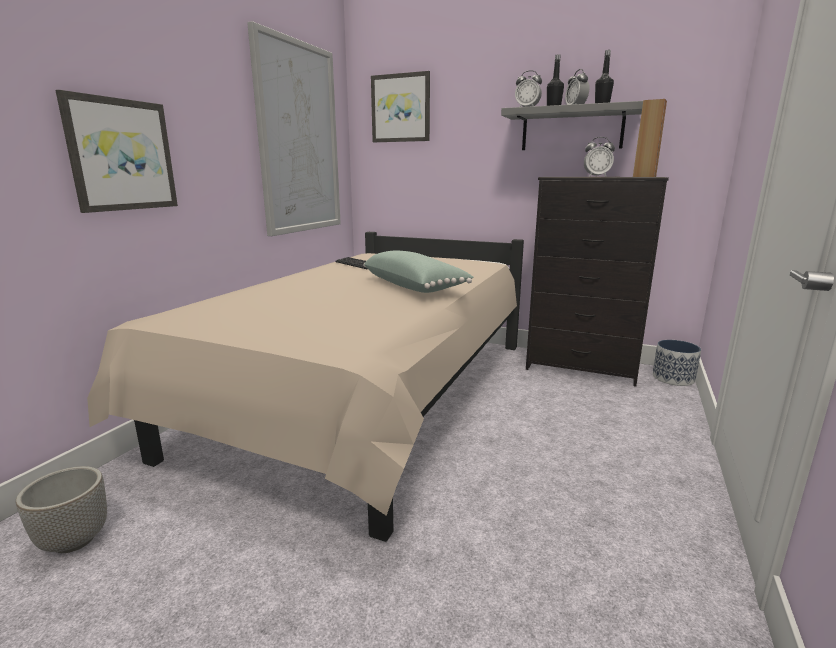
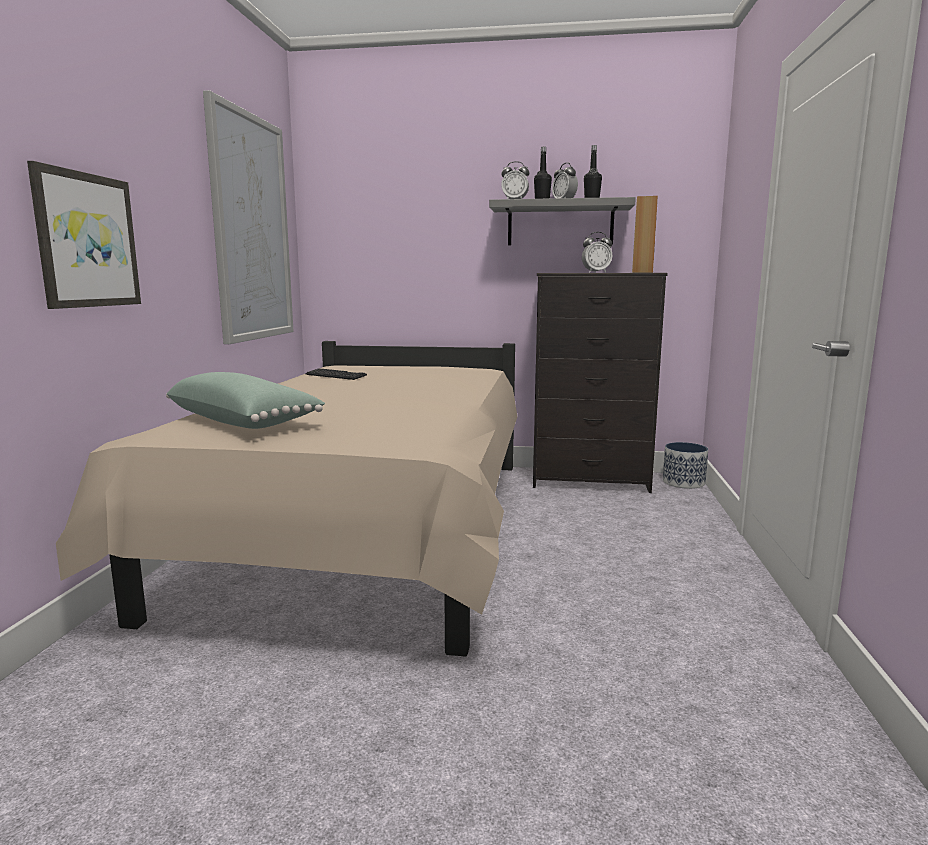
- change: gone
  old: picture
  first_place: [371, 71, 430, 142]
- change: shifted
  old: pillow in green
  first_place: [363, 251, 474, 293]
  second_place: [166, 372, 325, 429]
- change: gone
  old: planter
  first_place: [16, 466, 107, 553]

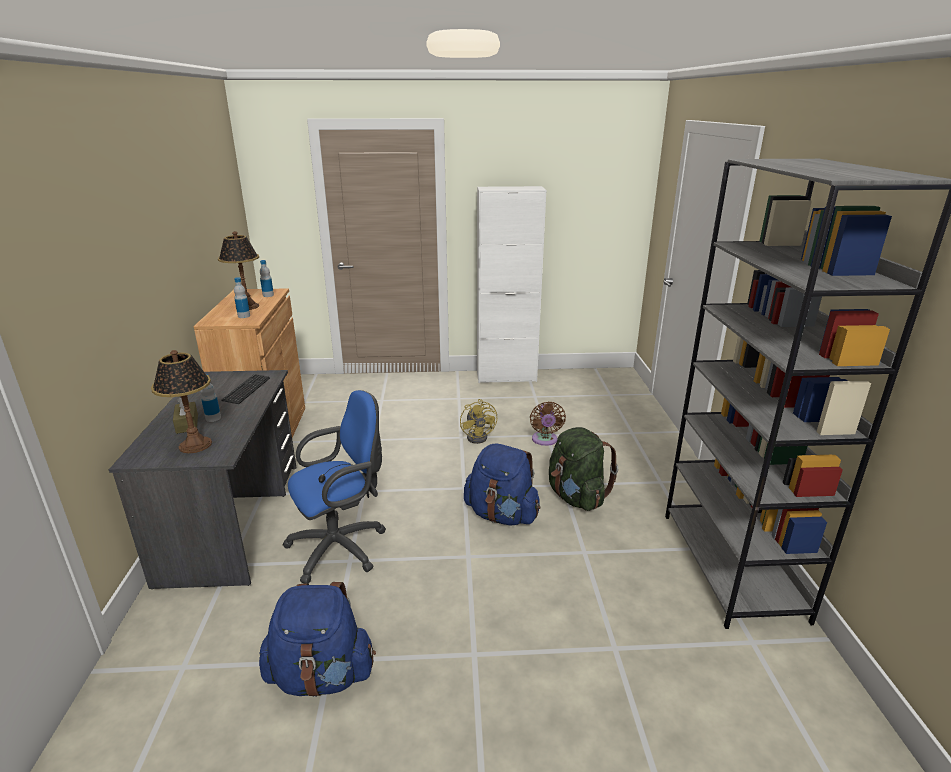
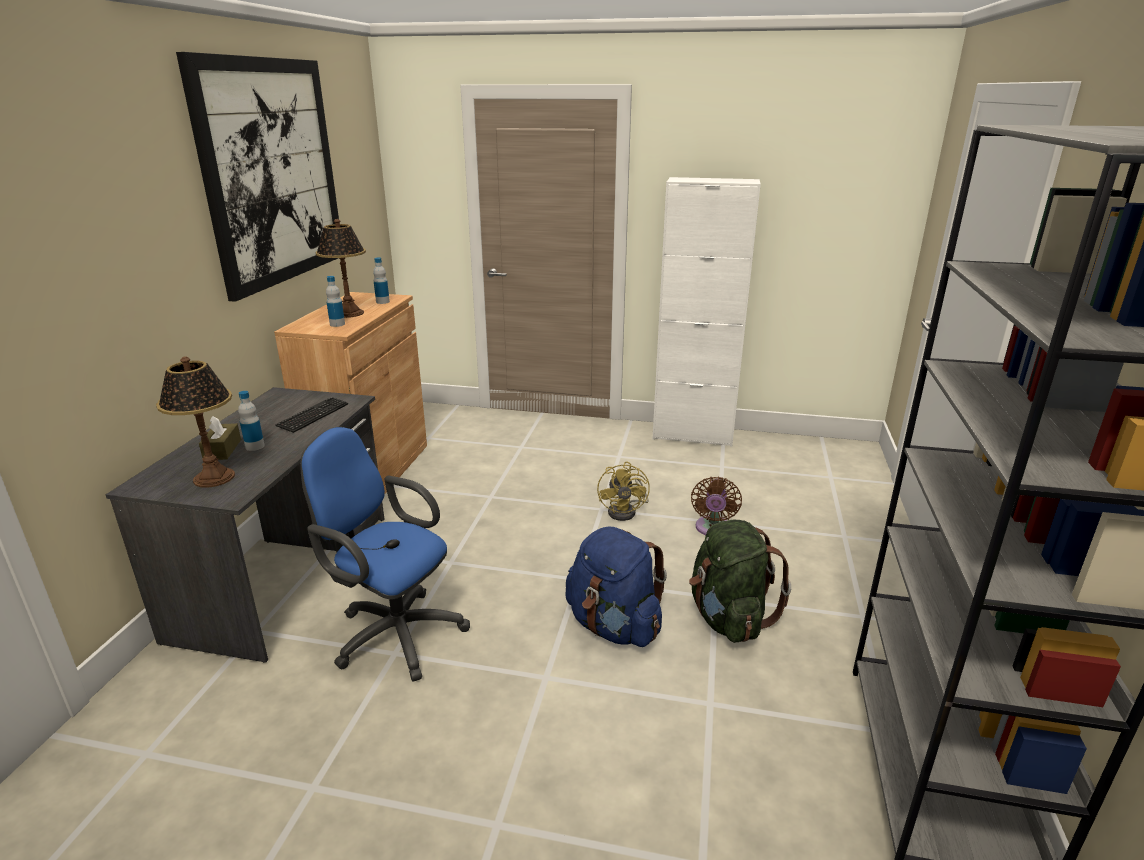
- change: rotated
  old: office chair in blue
  first_place: [282, 390, 386, 584]
  second_place: [300, 427, 470, 682]
  degrees: -135
- change: gone
  old: backpack in blue
  first_place: [259, 582, 376, 697]
- change: new
  new: picture
  second_place: [176, 52, 339, 302]

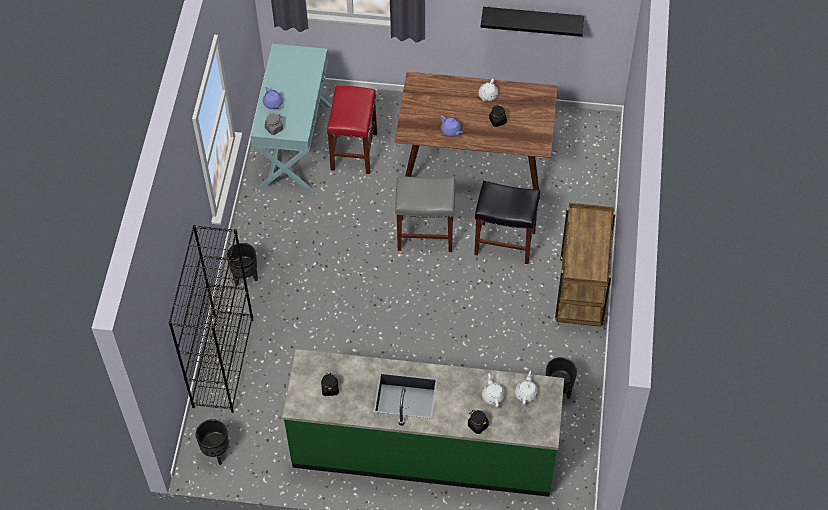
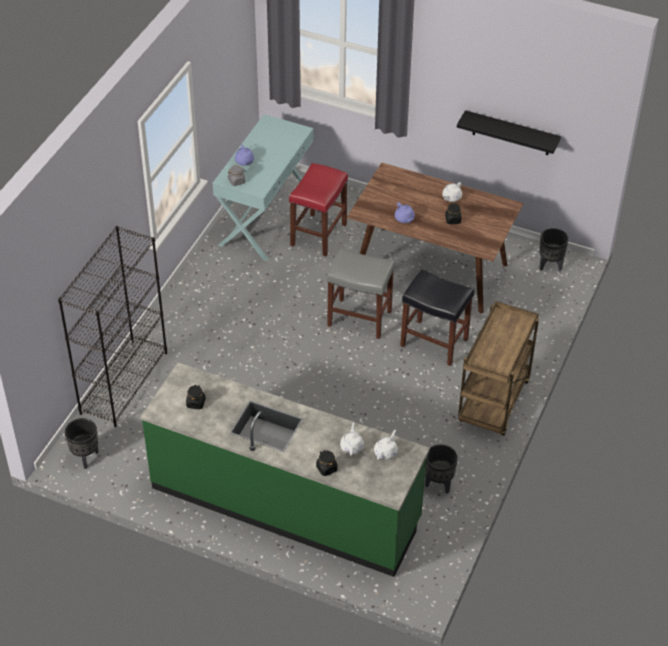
- change: shifted
  old: planter in black
  first_place: [227, 243, 258, 285]
  second_place: [539, 228, 569, 271]

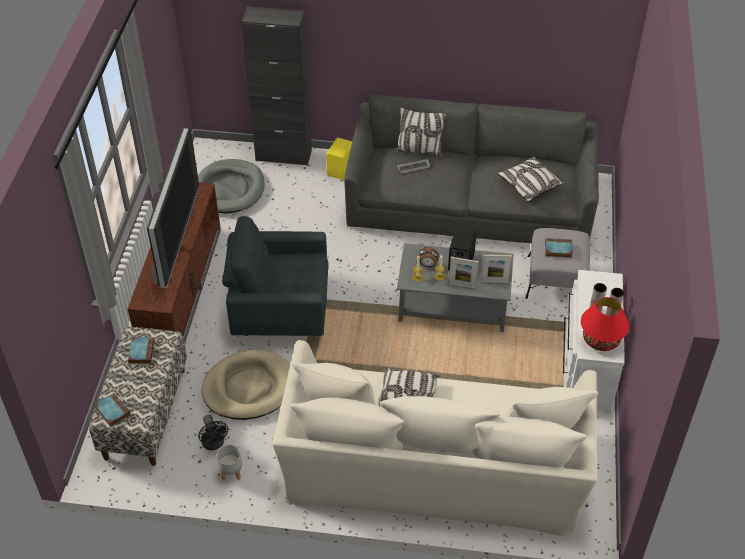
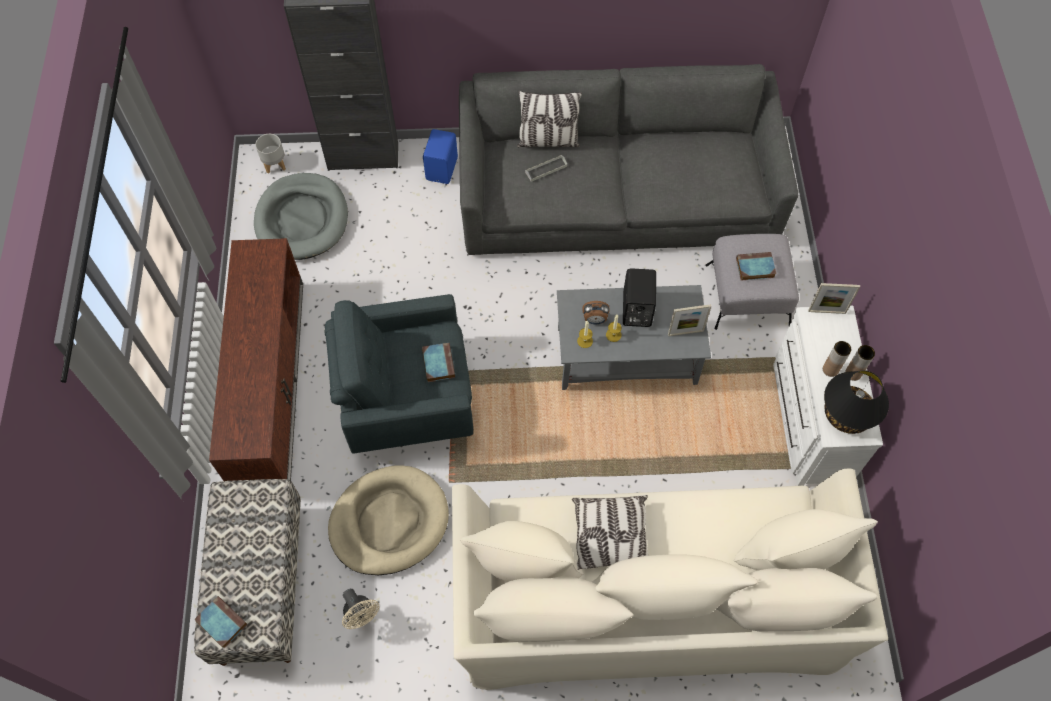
- change: gone
  old: television
  first_place: [147, 127, 199, 288]
- change: repainted
  old: speaker in yellow
  new: speaker in blue
  first_place: [326, 138, 352, 180]
  second_place: [423, 129, 458, 184]
- change: gone
  old: pillow
  first_place: [497, 156, 564, 202]
- change: shifted
  old: picture frame
  first_place: [449, 257, 479, 289]
  second_place: [808, 283, 860, 314]
- change: repainted
  old: table lamp in red
  new: table lamp in black
  first_place: [581, 297, 629, 351]
  second_place: [824, 370, 889, 434]
- change: shifted
  old: book
  first_place: [128, 337, 154, 364]
  second_place: [422, 343, 455, 382]
- change: repainted
  old: fan in black
  new: fan in beige
  first_place: [198, 415, 228, 450]
  second_place: [342, 589, 379, 629]
- change: shifted
  old: planter in grey
  first_place: [216, 444, 242, 481]
  second_place: [255, 134, 286, 174]

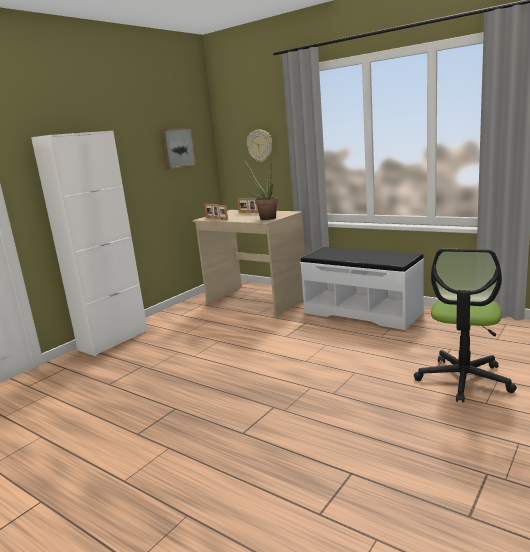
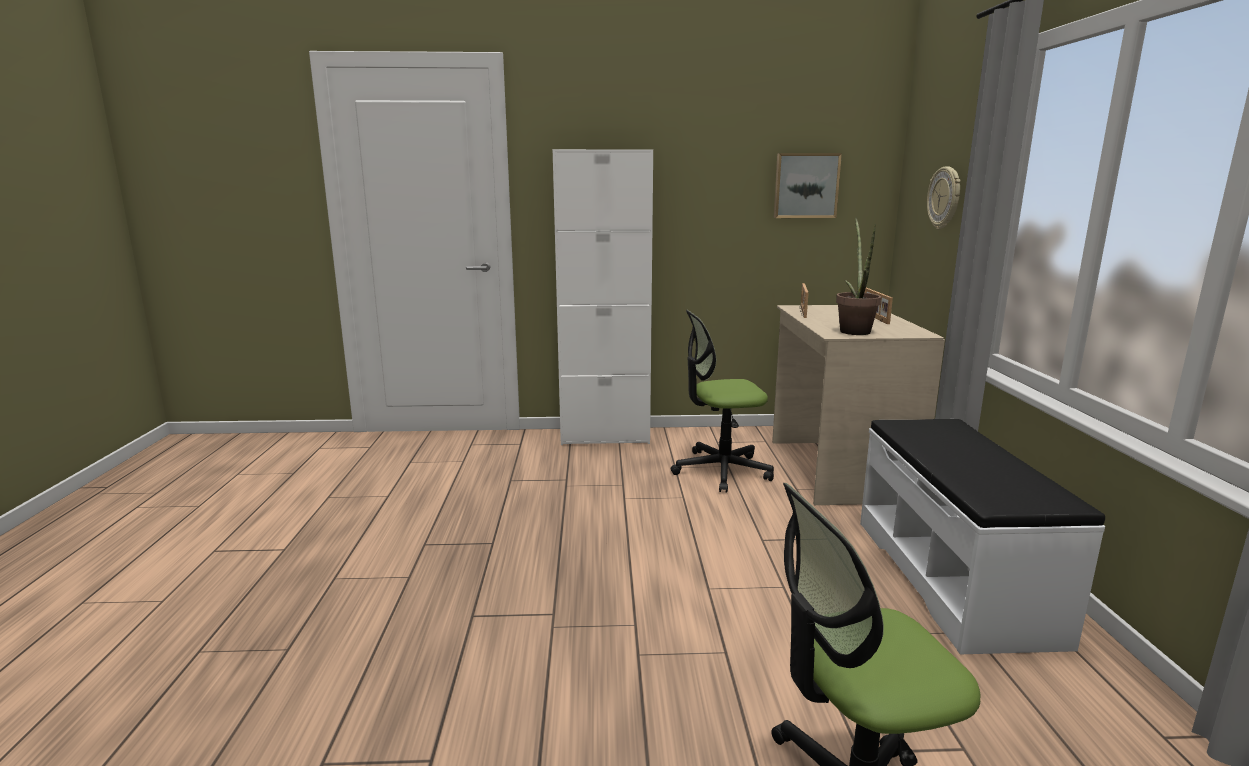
- change: new
  new: office chair
  second_place: [671, 310, 774, 493]

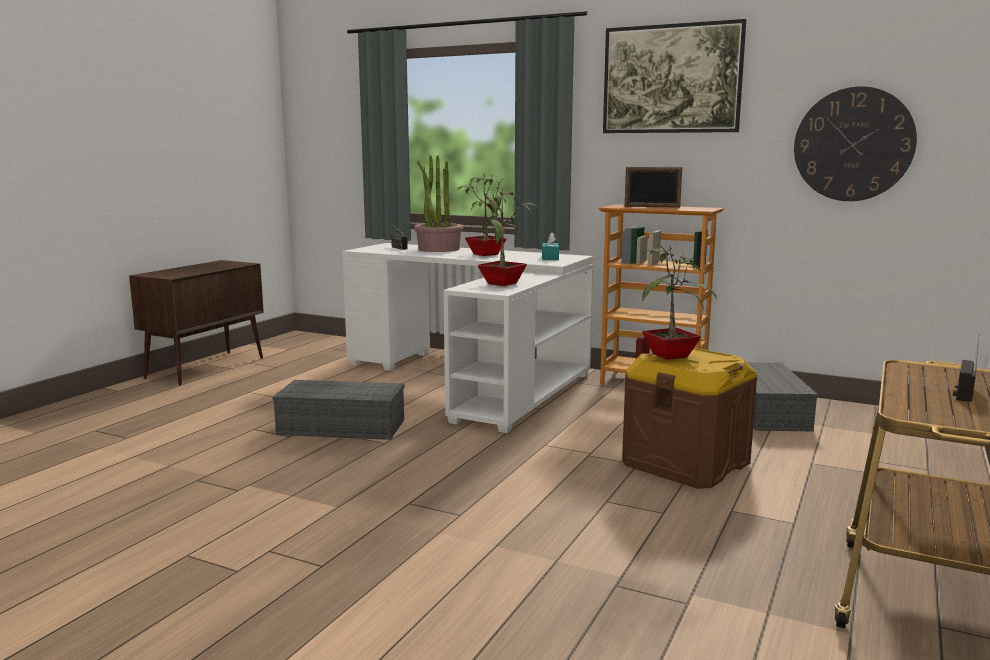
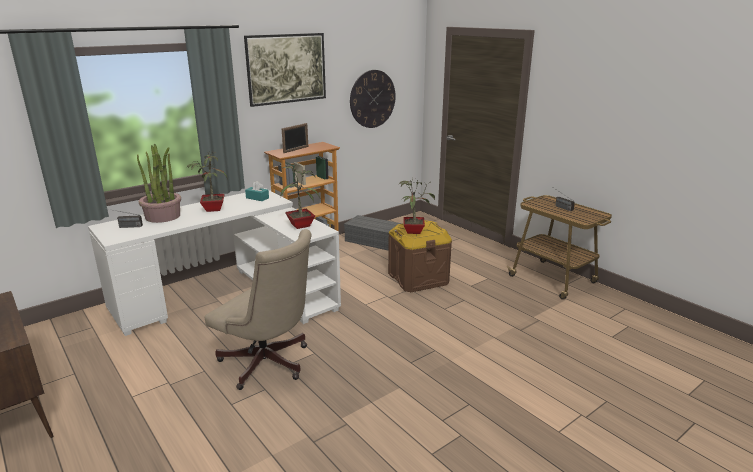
- change: swapped
  old: storage box in grey
  new: office chair in beige
  first_place: [272, 380, 404, 440]
  second_place: [204, 229, 312, 390]

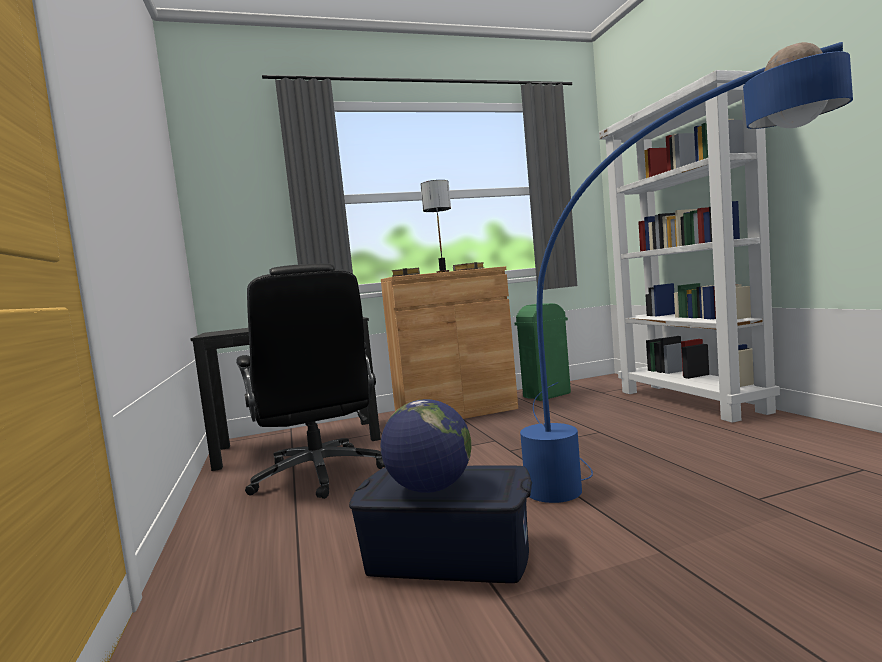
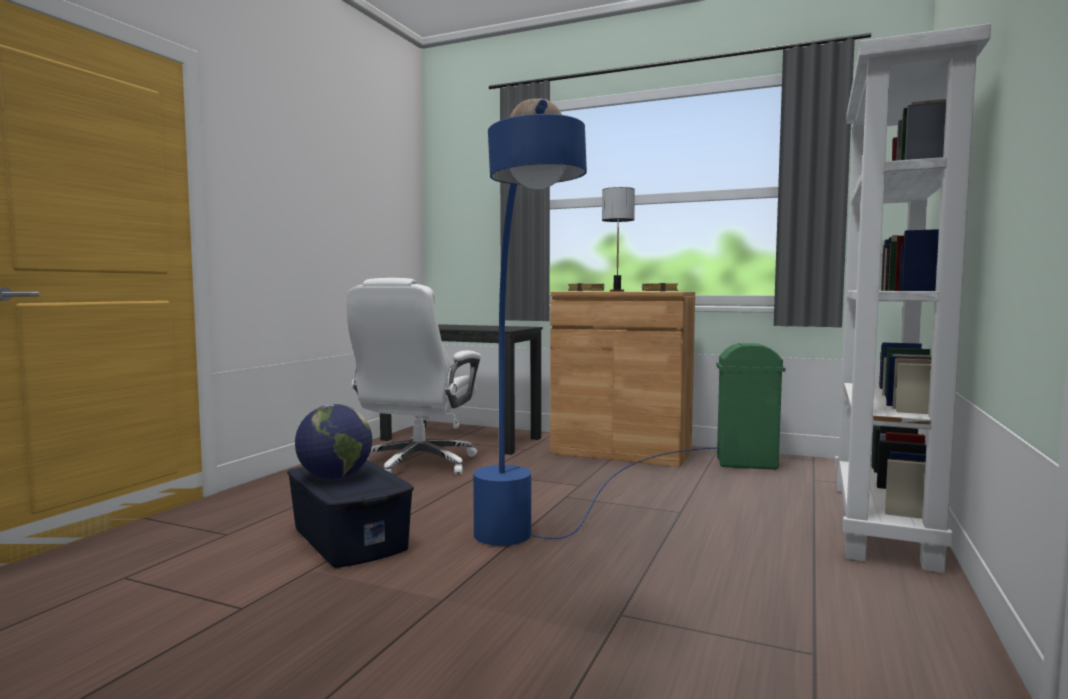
- change: repainted
  old: office chair in black
  new: office chair in white
  first_place: [236, 263, 385, 499]
  second_place: [347, 278, 481, 475]

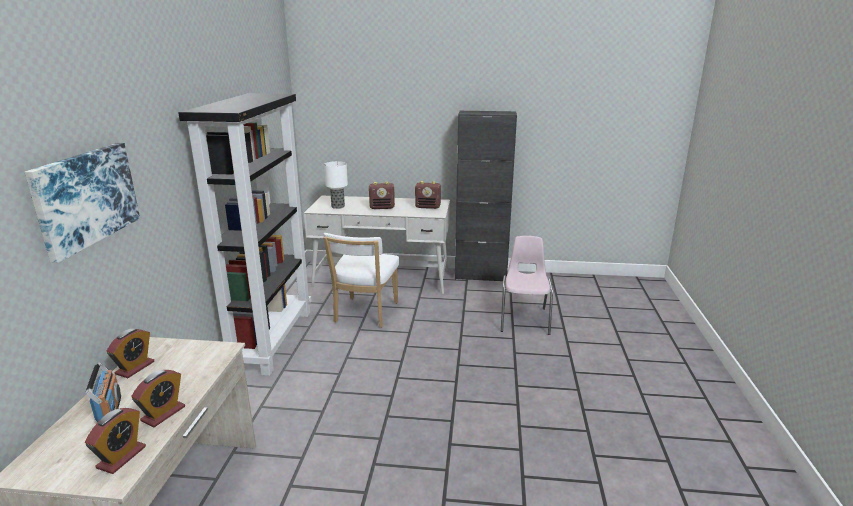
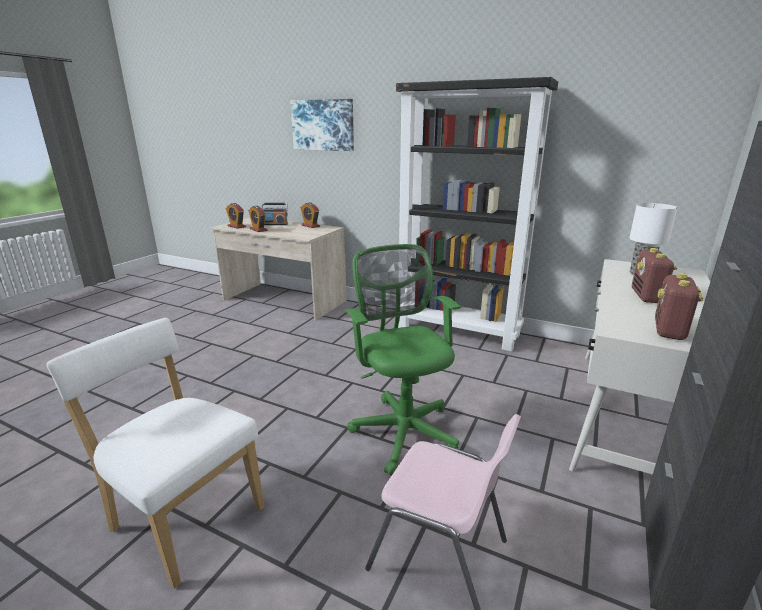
- change: shifted
  old: chair in white
  first_place: [323, 233, 399, 328]
  second_place: [46, 318, 264, 589]
- change: new
  new: office chair in green
  second_place: [345, 244, 461, 476]

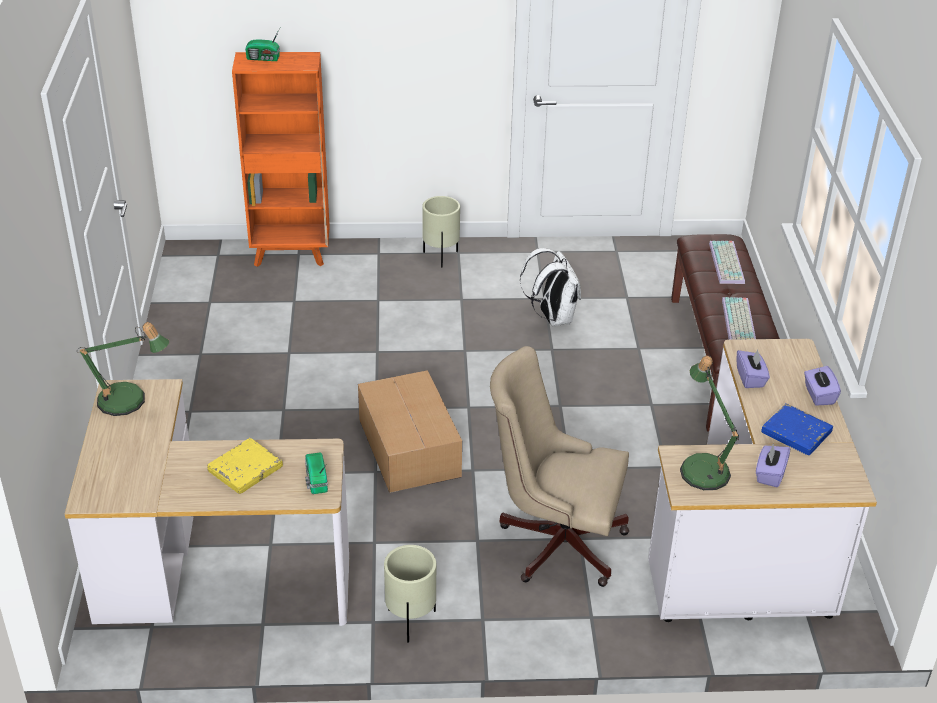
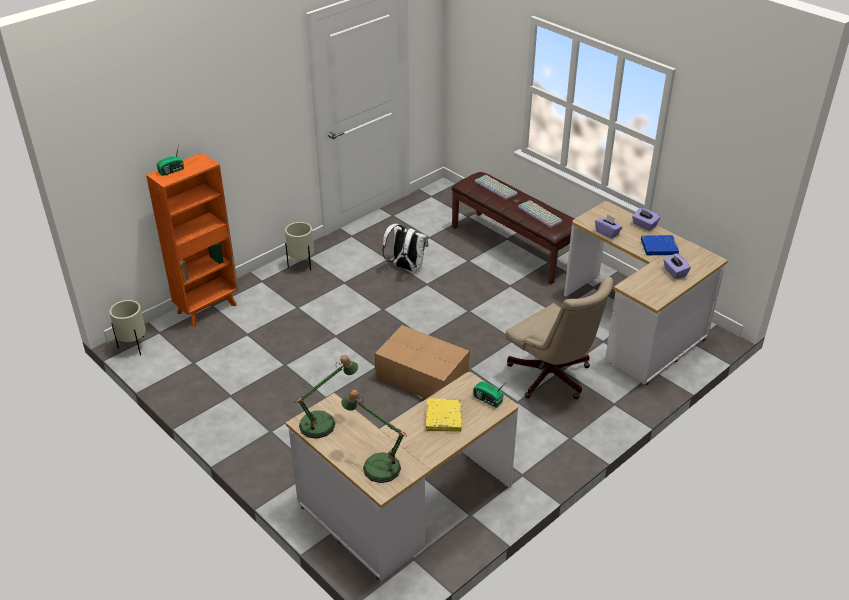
- change: rotated
  old: office chair in beige
  first_place: [490, 346, 629, 587]
  second_place: [506, 276, 613, 399]
  degrees: -105
- change: shifted
  old: table lamp
  first_place: [680, 356, 739, 490]
  second_place: [341, 389, 407, 483]
- change: shifted
  old: planter in beige
  first_place: [384, 545, 436, 643]
  second_place: [109, 300, 146, 356]

